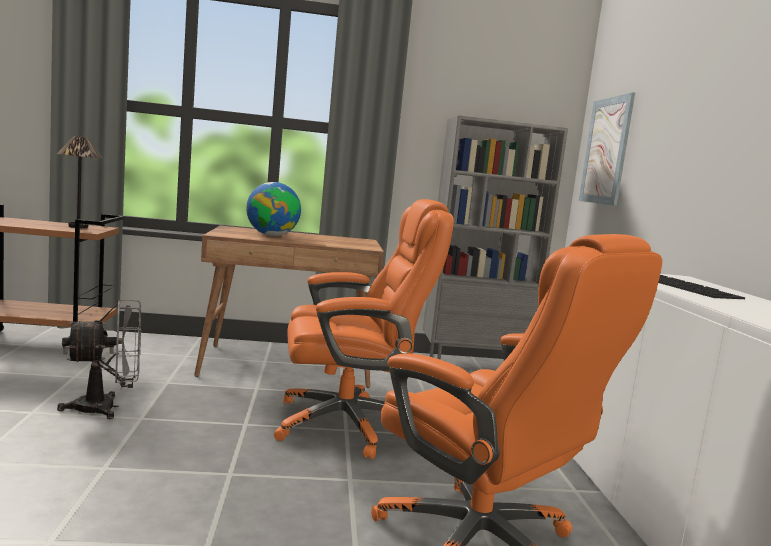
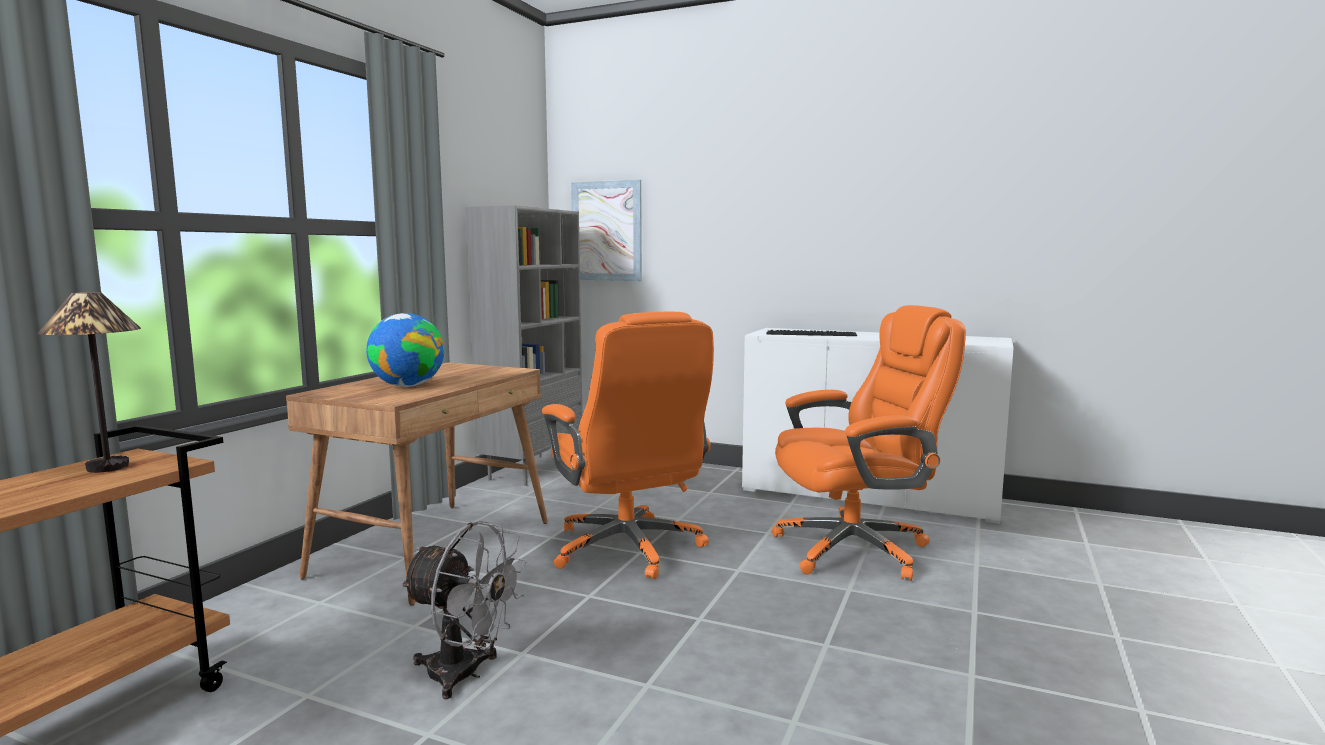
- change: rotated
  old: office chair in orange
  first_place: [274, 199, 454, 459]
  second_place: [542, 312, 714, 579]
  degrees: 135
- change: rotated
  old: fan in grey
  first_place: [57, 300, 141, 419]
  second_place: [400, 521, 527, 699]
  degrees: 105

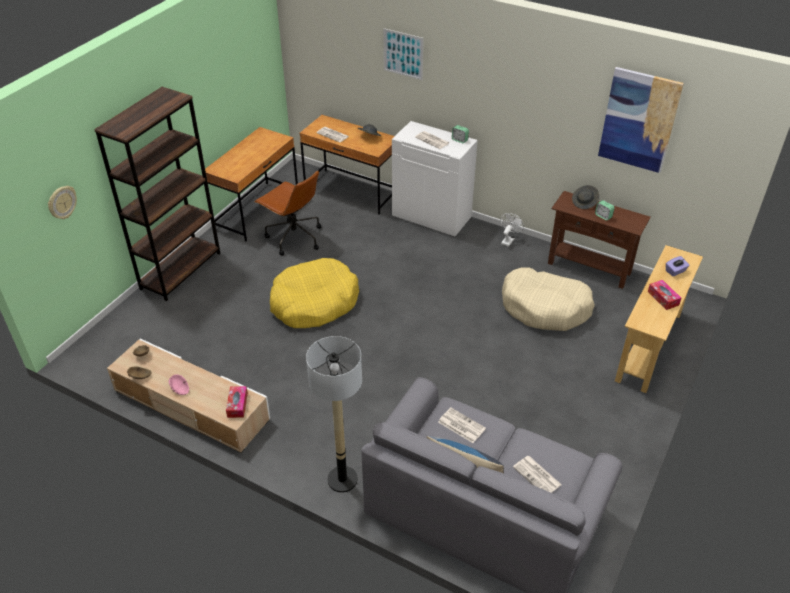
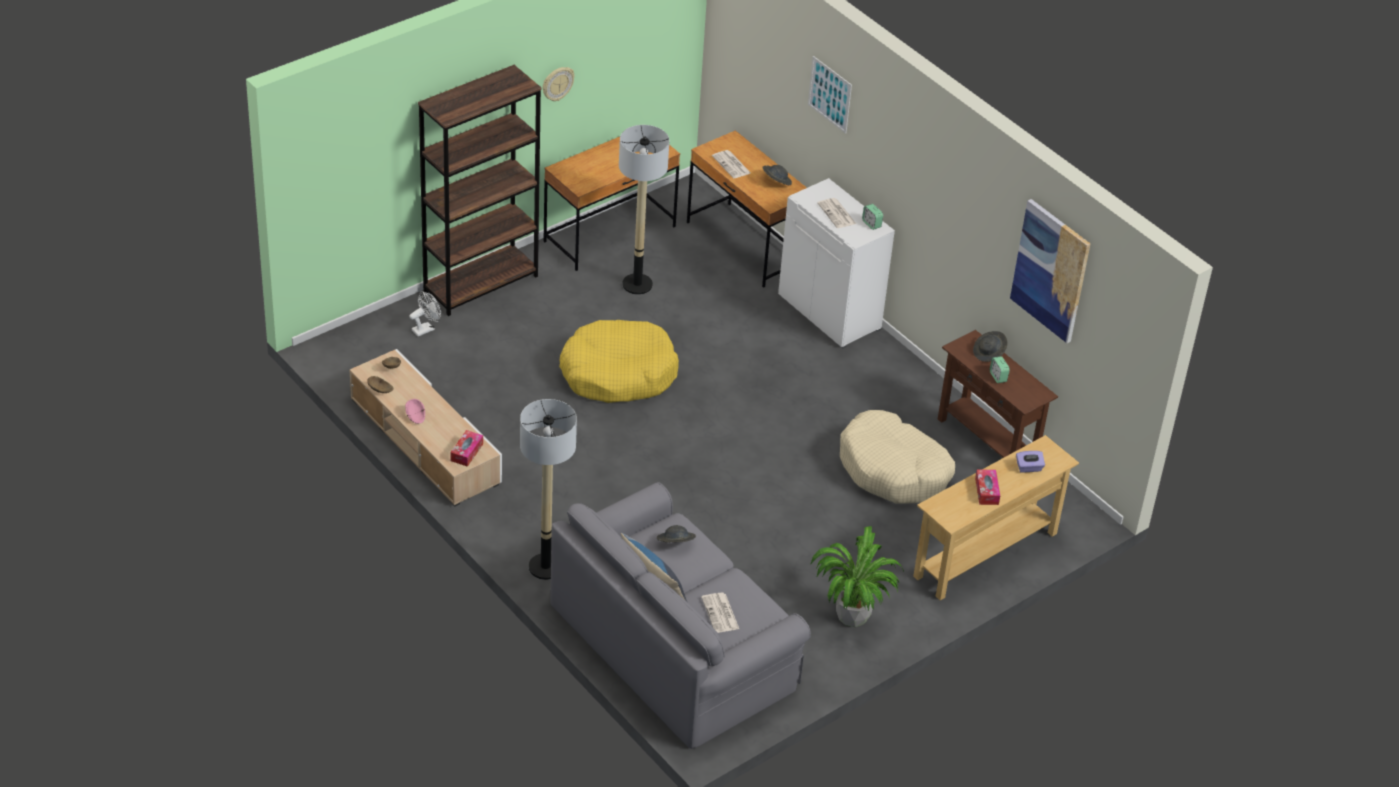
- change: swapped
  old: office chair in brown
  new: floor lamp
  first_place: [254, 170, 321, 256]
  second_place: [619, 125, 669, 295]
- change: shifted
  old: wall clock
  first_place: [48, 186, 77, 219]
  second_place: [543, 67, 575, 101]
- change: shifted
  old: fan in white
  first_place: [501, 213, 524, 247]
  second_place: [410, 291, 441, 336]
- change: swapped
  old: newspaper
  new: hat in grey
  first_place: [438, 407, 486, 443]
  second_place: [657, 525, 696, 542]
- change: new
  new: potted plant
  second_place: [810, 526, 904, 627]

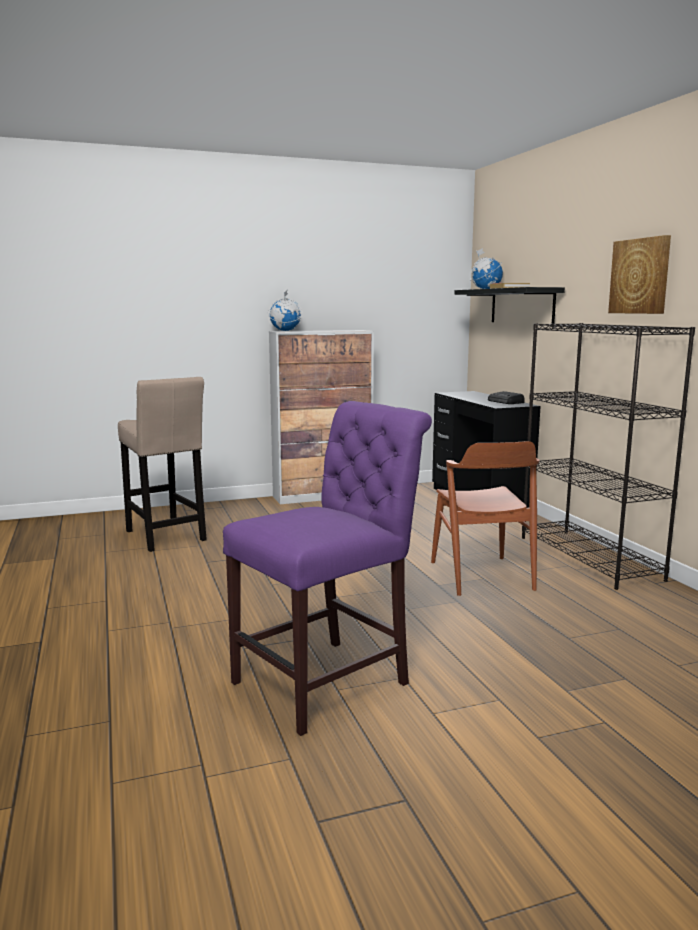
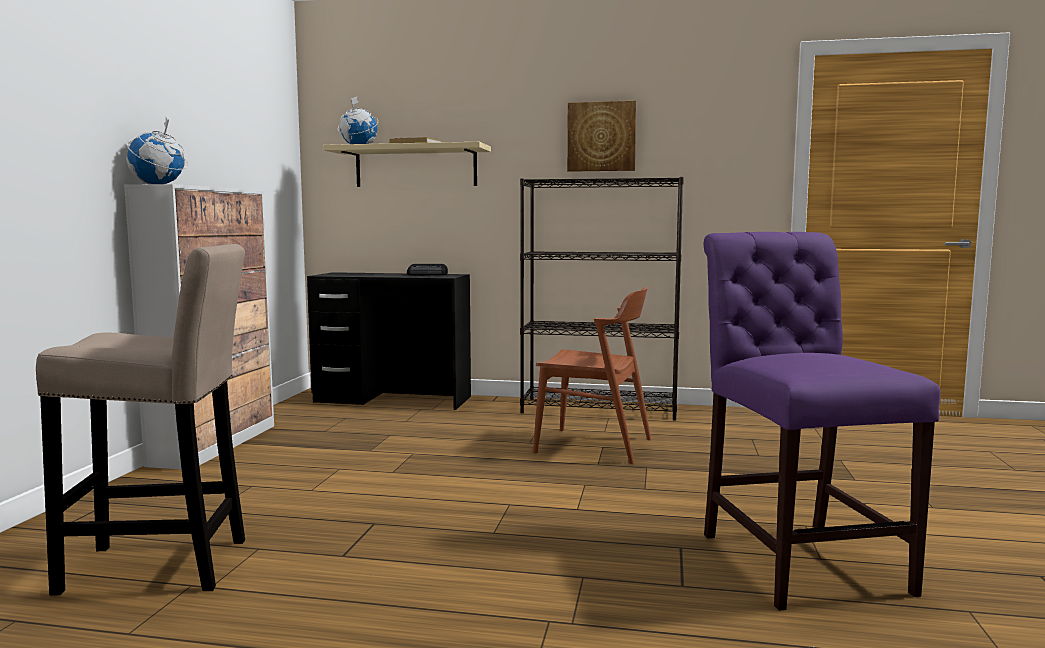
- change: repainted
  old: shelf in black
  new: shelf in beige
  first_place: [454, 287, 565, 324]
  second_place: [323, 142, 491, 187]

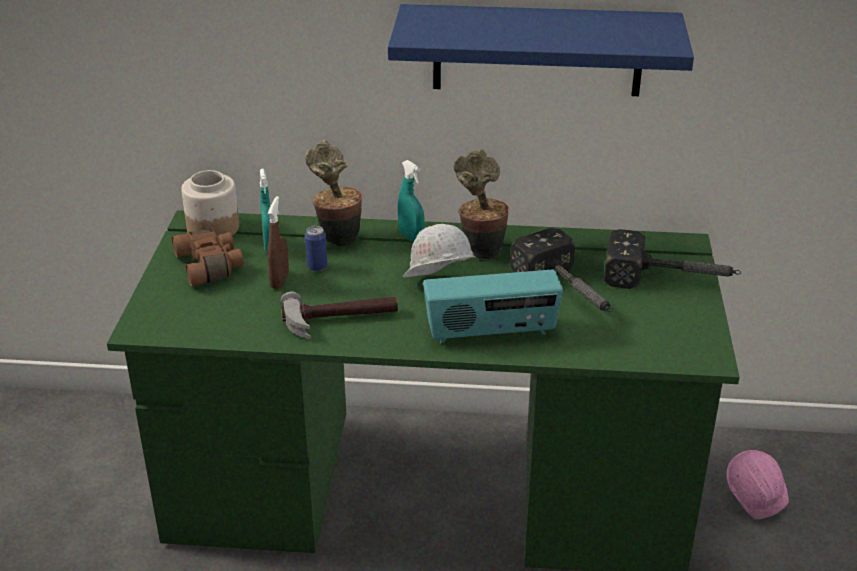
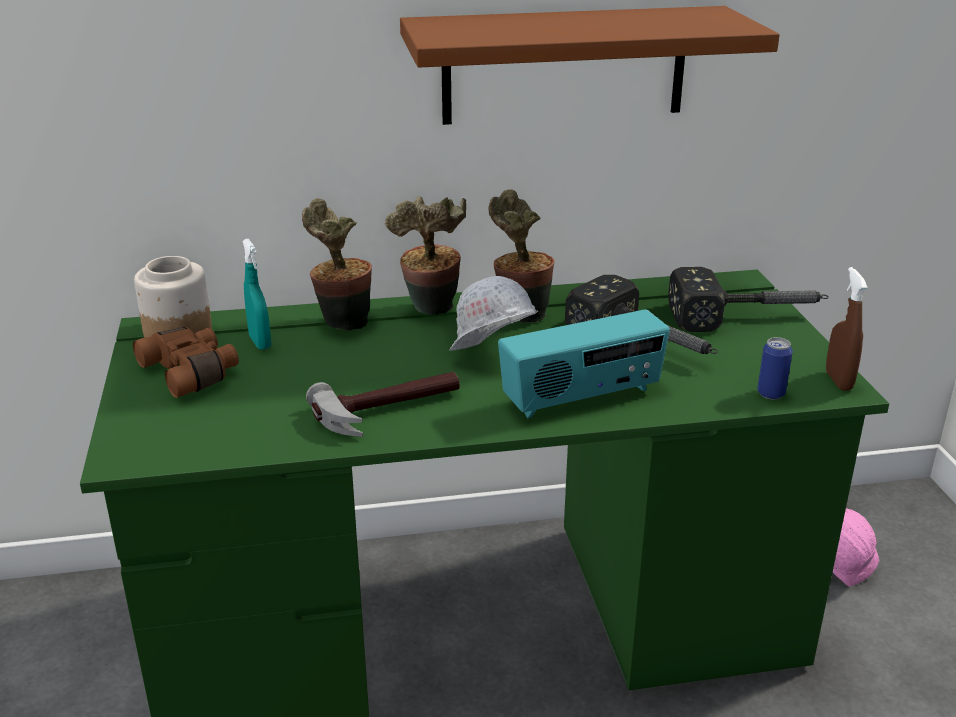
- change: repainted
  old: shelf in blue
  new: shelf in brown
  first_place: [388, 4, 694, 96]
  second_place: [400, 6, 780, 125]
- change: swapped
  old: spray bottle in turquoise
  new: potted plant
  first_place: [398, 160, 424, 242]
  second_place: [385, 196, 466, 315]
- change: shifted
  old: spray bottle in brown
  first_place: [267, 196, 289, 289]
  second_place: [826, 267, 868, 391]
- change: shifted
  old: can
  first_place: [305, 226, 327, 271]
  second_place: [757, 337, 793, 400]

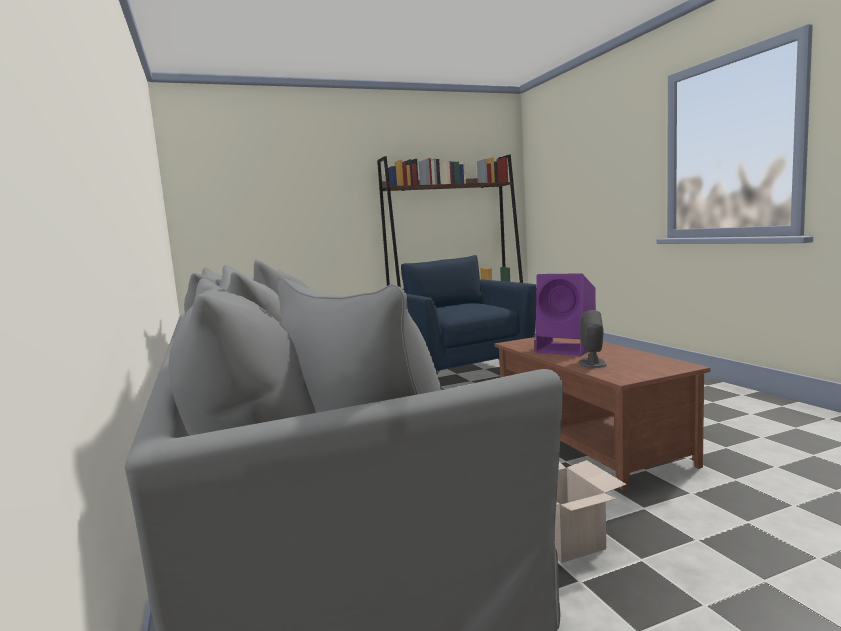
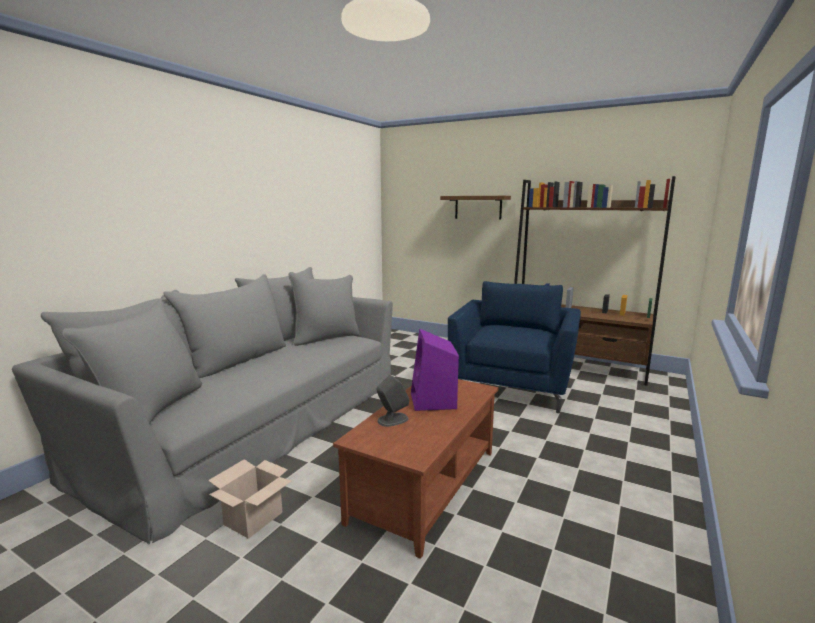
- change: new
  new: shelf in brown
  second_place: [440, 196, 511, 219]

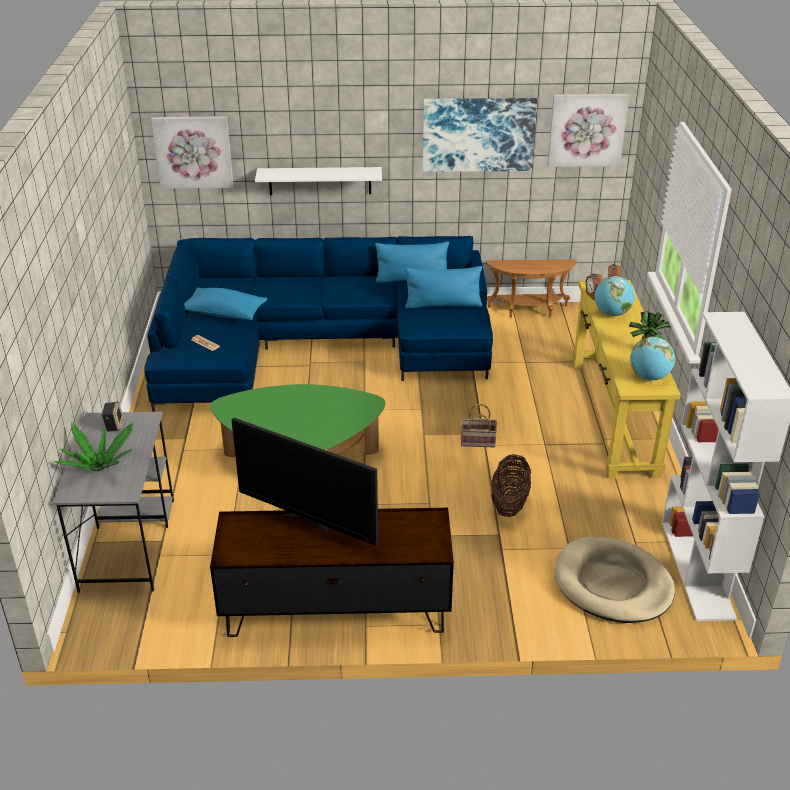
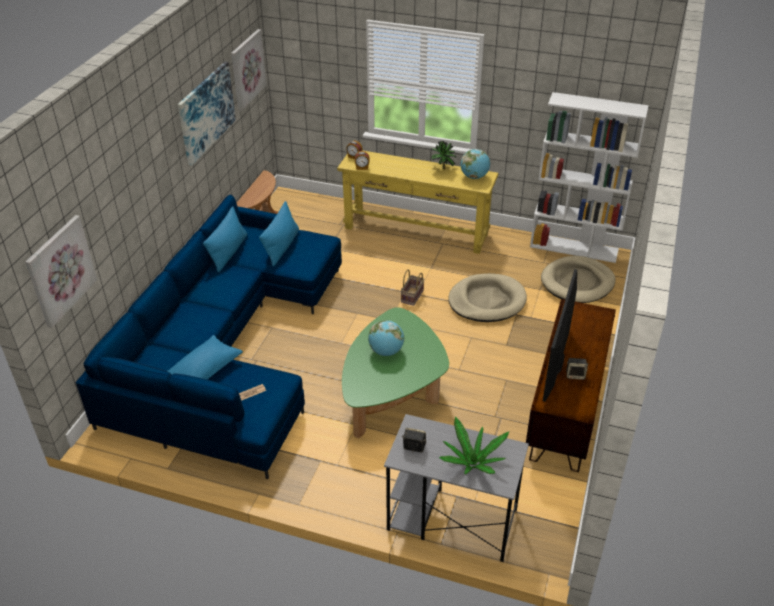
- change: gone
  old: shelf in white
  first_place: [255, 167, 382, 195]
- change: shifted
  old: globe
  first_place: [594, 276, 635, 316]
  second_place: [368, 320, 404, 356]
- change: rotated
  old: television
  first_place: [231, 417, 378, 546]
  second_place: [543, 269, 577, 402]
  degrees: 150
- change: swapped
  old: basket
  new: dog bed in beige
  first_place: [491, 454, 531, 517]
  second_place: [448, 273, 527, 322]
- change: new
  new: speaker
  second_place: [566, 358, 588, 380]

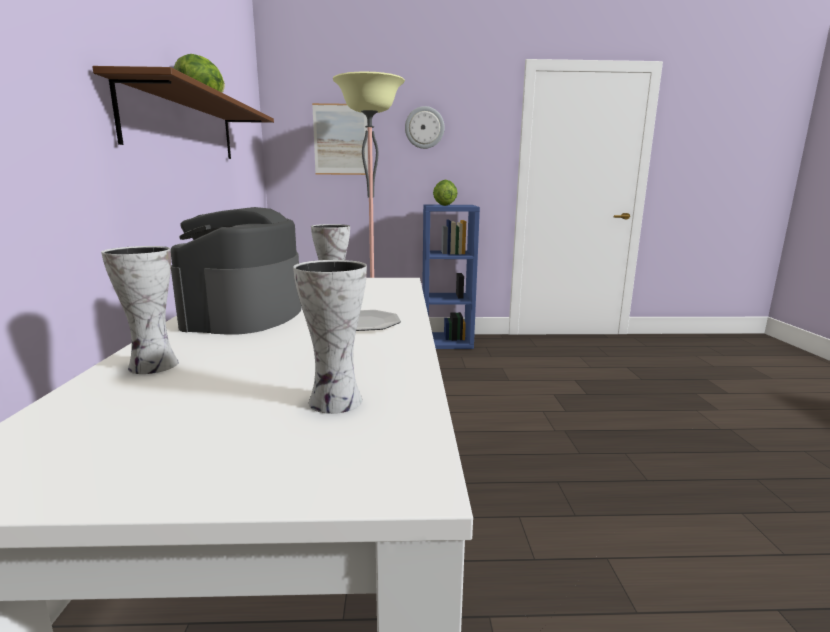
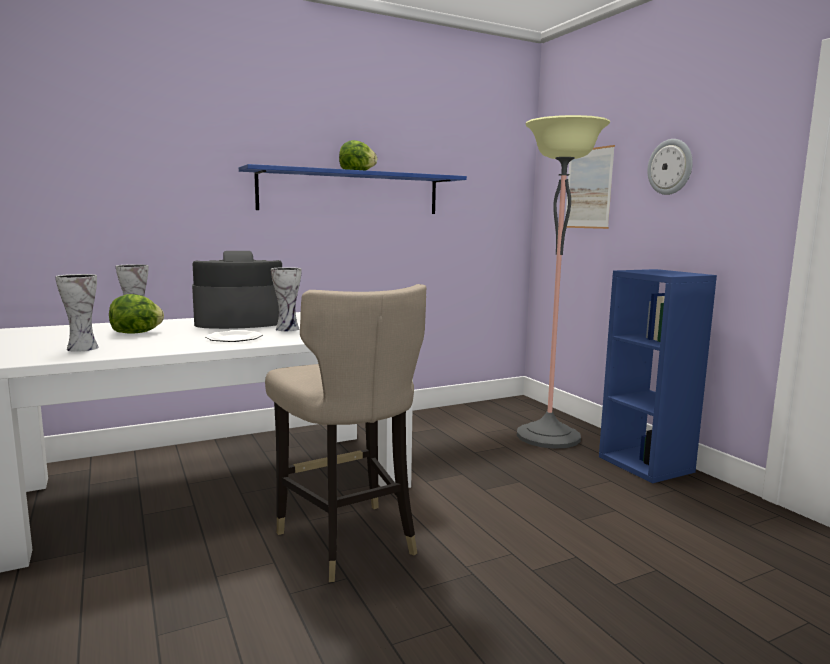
- change: repainted
  old: shelf in brown
  new: shelf in blue
  first_place: [92, 66, 274, 159]
  second_place: [239, 164, 467, 214]
- change: shifted
  old: lettuce
  first_place: [433, 180, 457, 206]
  second_place: [109, 294, 164, 334]
- change: new
  new: stool in beige
  second_place: [265, 284, 426, 582]

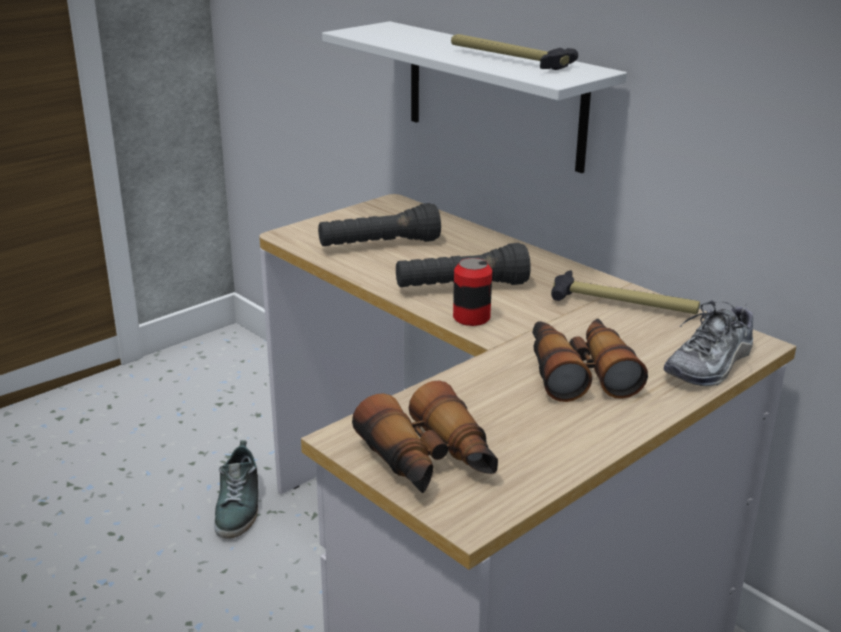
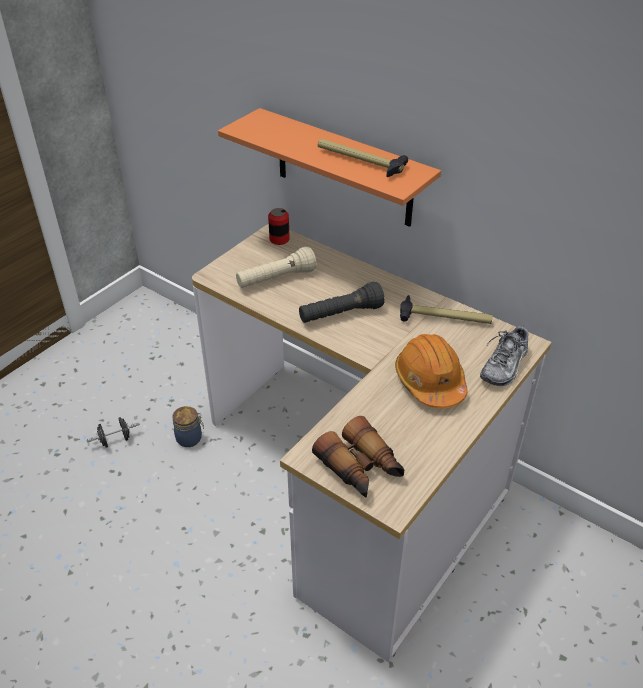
- change: repainted
  old: shelf in white
  new: shelf in orange
  first_place: [322, 21, 627, 173]
  second_place: [218, 108, 441, 227]
- change: repainted
  old: flashlight in black
  new: flashlight in beige
  first_place: [318, 203, 441, 246]
  second_place: [236, 247, 317, 288]
- change: shifted
  old: can
  first_place: [453, 258, 492, 326]
  second_place: [268, 208, 290, 245]
- change: swapped
  old: binoculars
  new: hard hat in orange
  first_place: [532, 319, 648, 402]
  second_place: [395, 334, 468, 408]
- change: swapped
  old: shoe
  new: jar
  first_place: [214, 440, 258, 539]
  second_place: [172, 406, 204, 447]
- change: new
  new: dumbbell in black
  second_place: [86, 417, 140, 448]

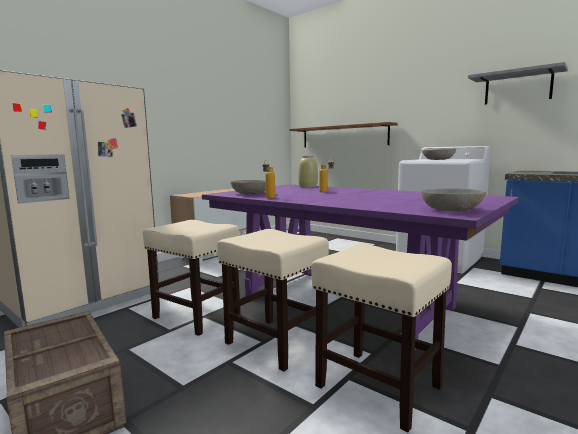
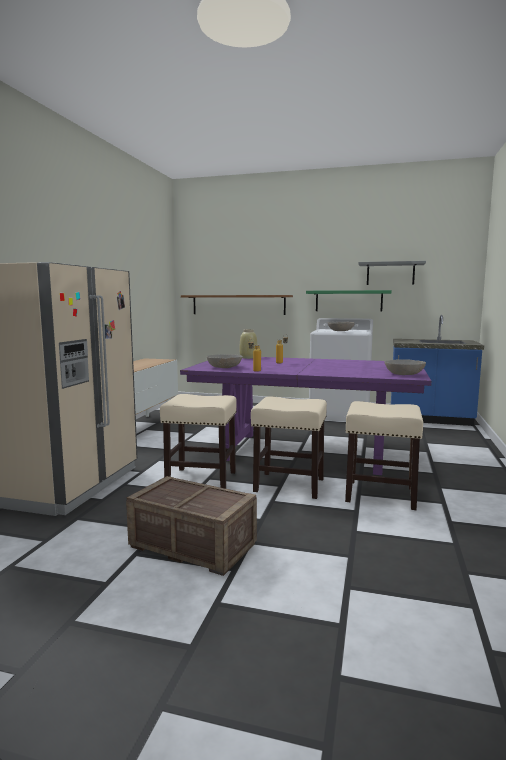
- change: new
  new: shelf in green
  second_place: [306, 290, 392, 312]

